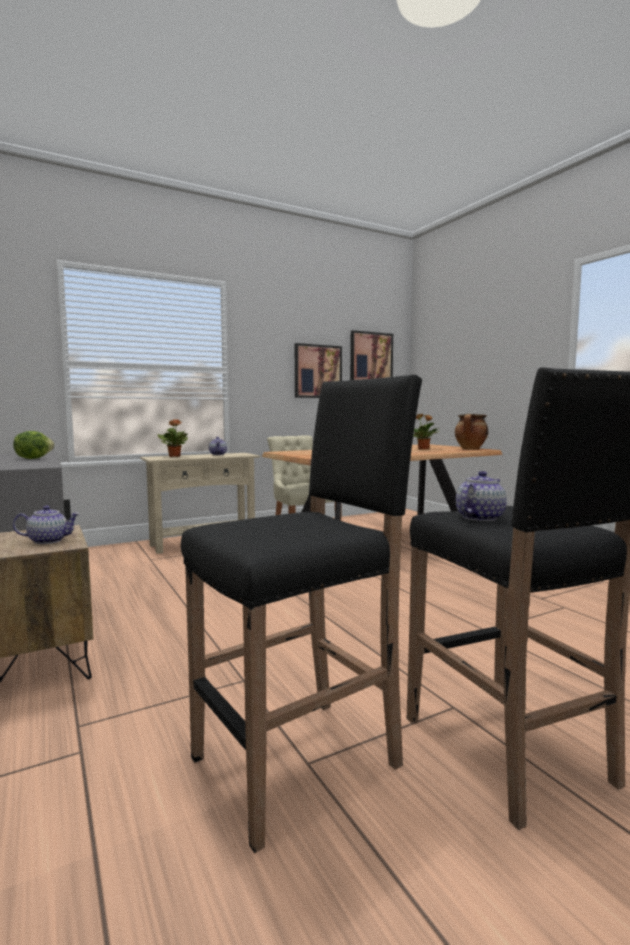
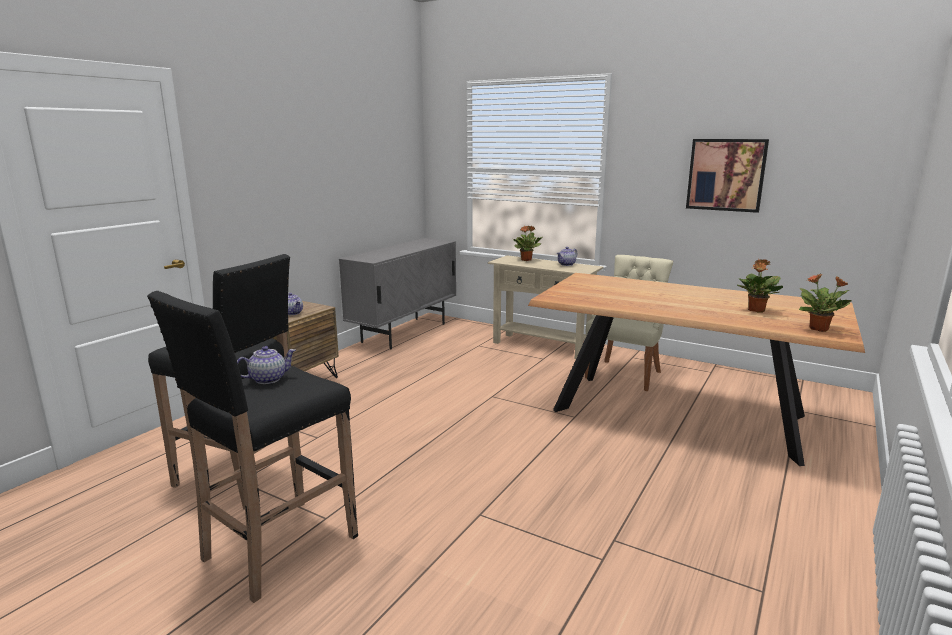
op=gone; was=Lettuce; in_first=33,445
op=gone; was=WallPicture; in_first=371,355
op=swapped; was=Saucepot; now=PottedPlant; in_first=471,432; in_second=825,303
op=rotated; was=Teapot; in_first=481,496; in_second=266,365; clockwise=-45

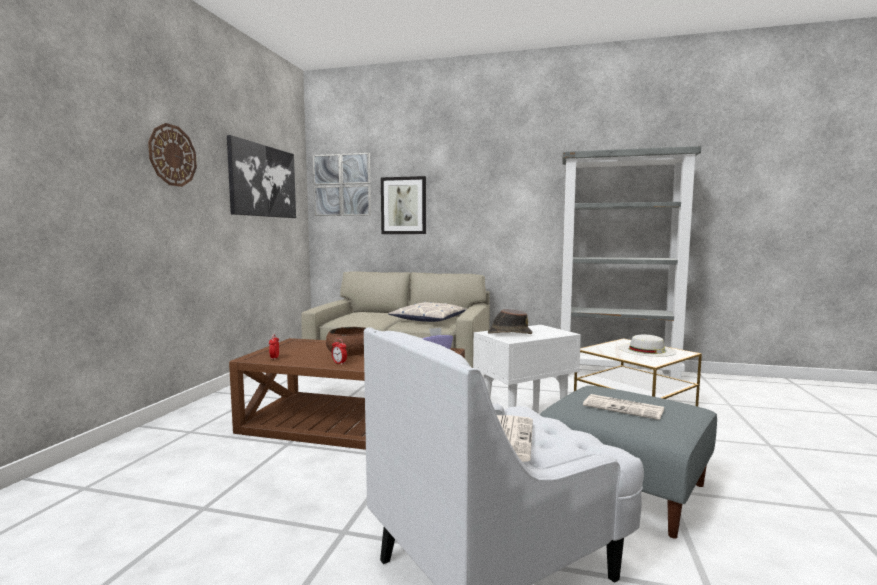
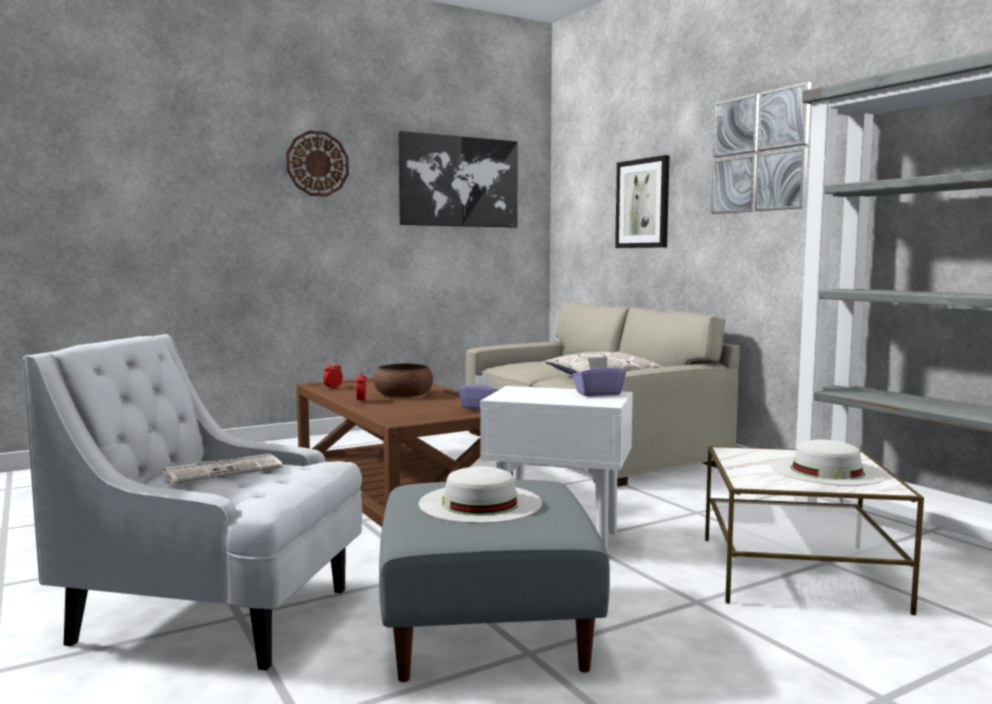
op=shifted; was=WallPicture; in_first=342,184; in_second=761,148
op=gone; was=BrownClothingHat; in_first=510,321
op=swapped; was=Newspaper; now=WhiteColouredClothingHat; in_first=623,407; in_second=480,494
op=new; now=PurpleColouredTissueBox; in_second=599,376

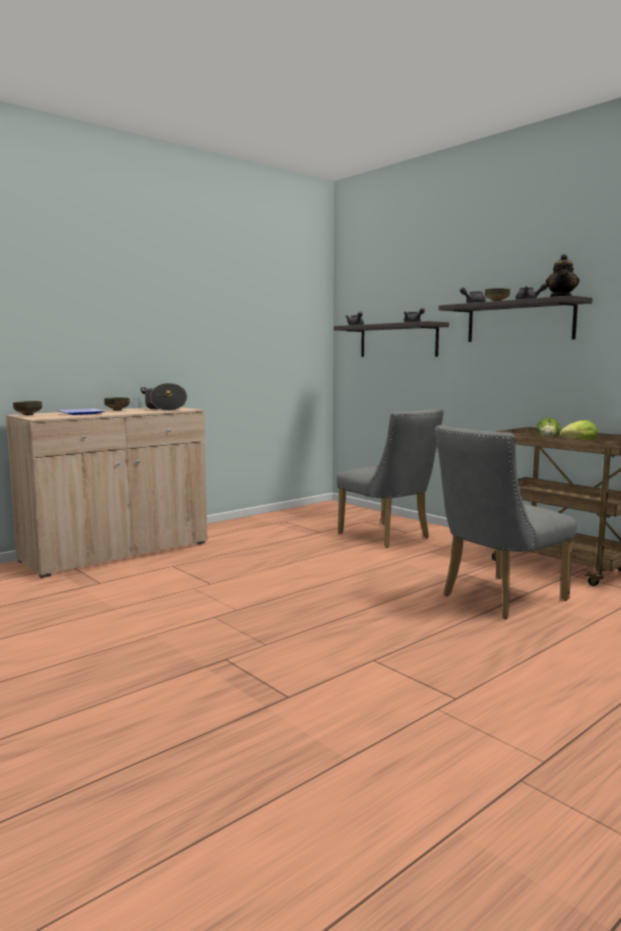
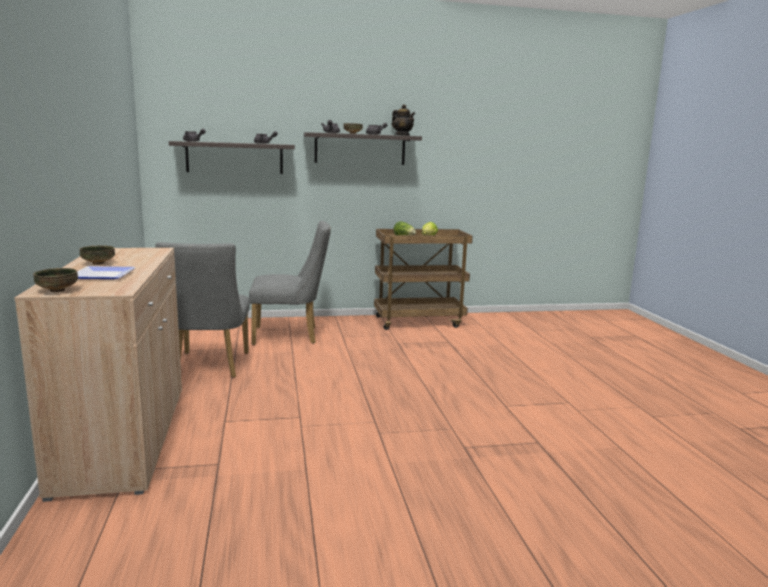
op=gone; was=Saucepot; in_first=164,397
op=shifted; was=GrayPlainChair; in_first=506,522; in_second=202,310

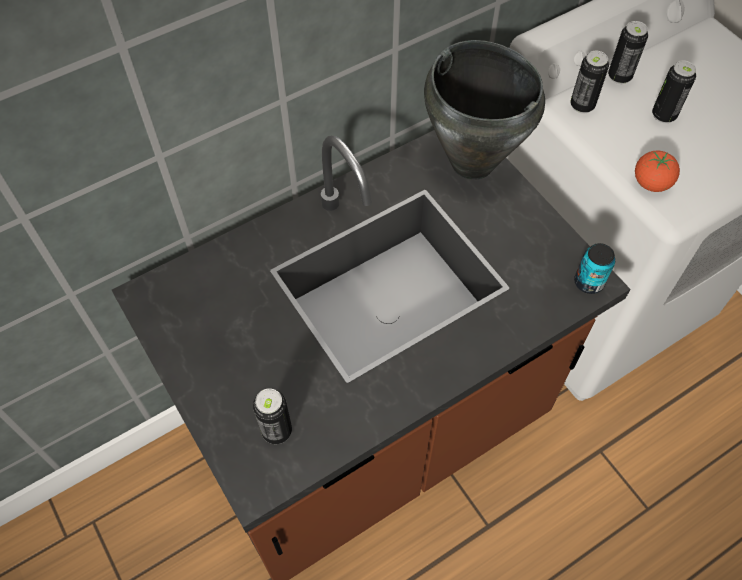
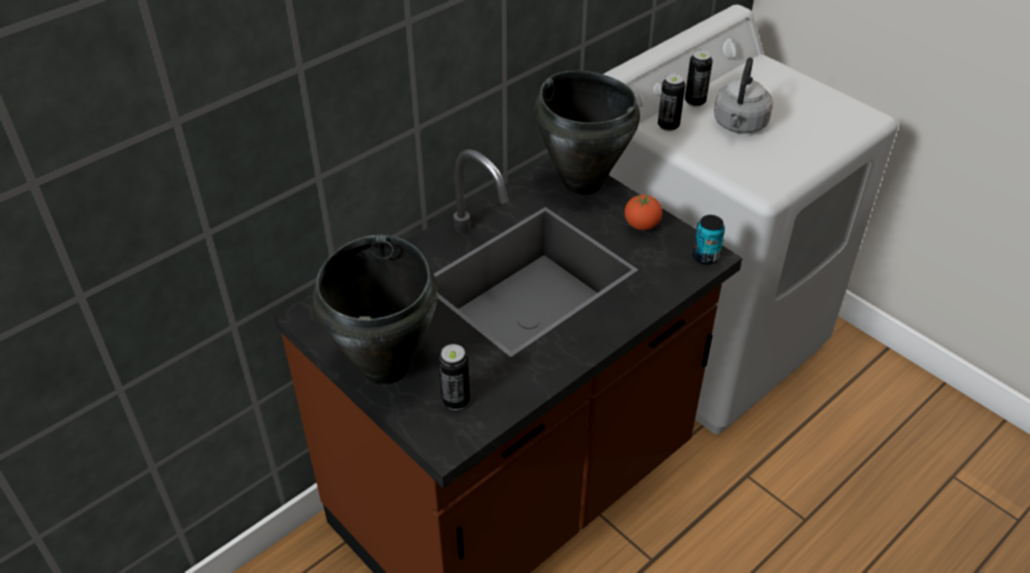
op=shifted; was=Tomato; in_first=657,171; in_second=643,212
op=swapped; was=SealedCan; now=GrayWaterKettle; in_first=674,91; in_second=743,95
op=new; now=BlackColouredSaucepot; in_second=375,310

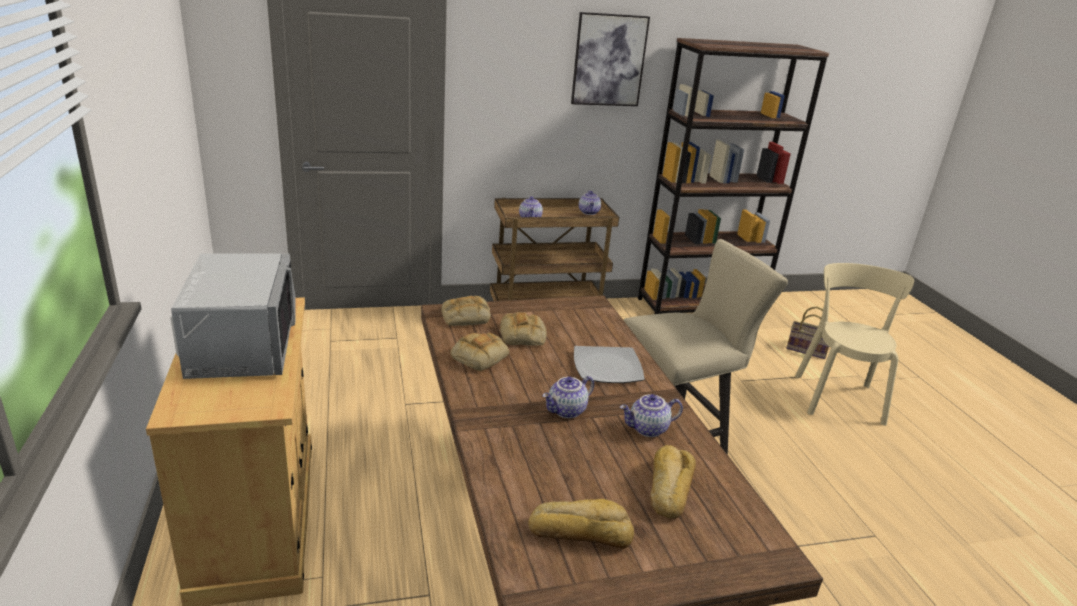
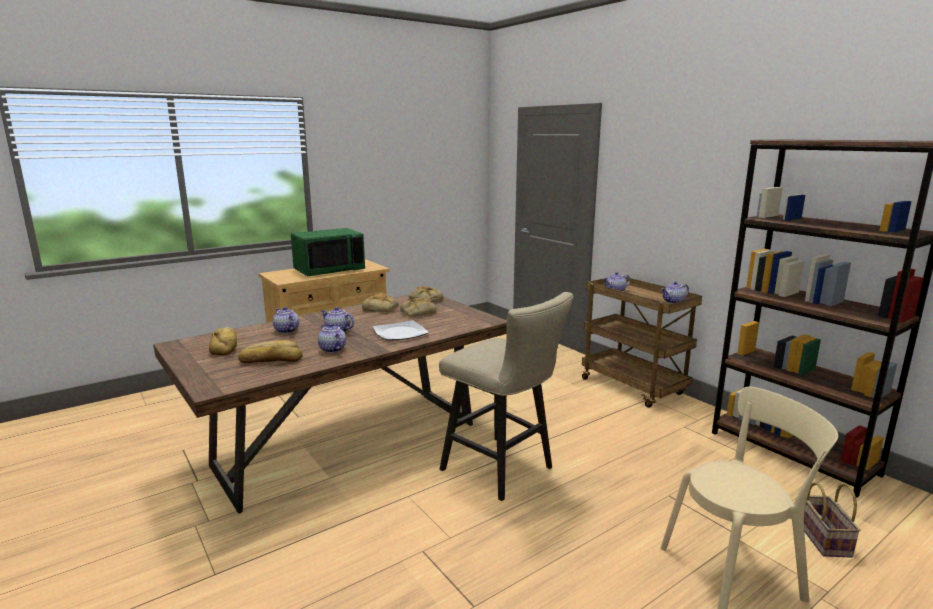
op=repainted; was=GrayKitchenMicrowave; now=GreenColouredKitchenMicrowave; in_first=232,316; in_second=328,252
op=gone; was=WallPicture; in_first=610,59
op=new; now=Teapot; in_second=286,320

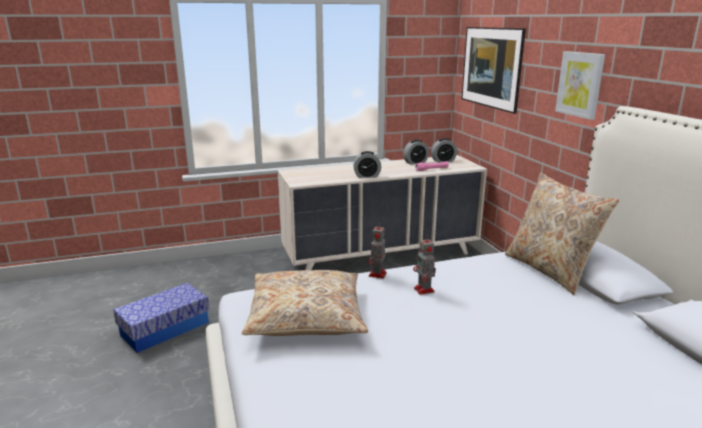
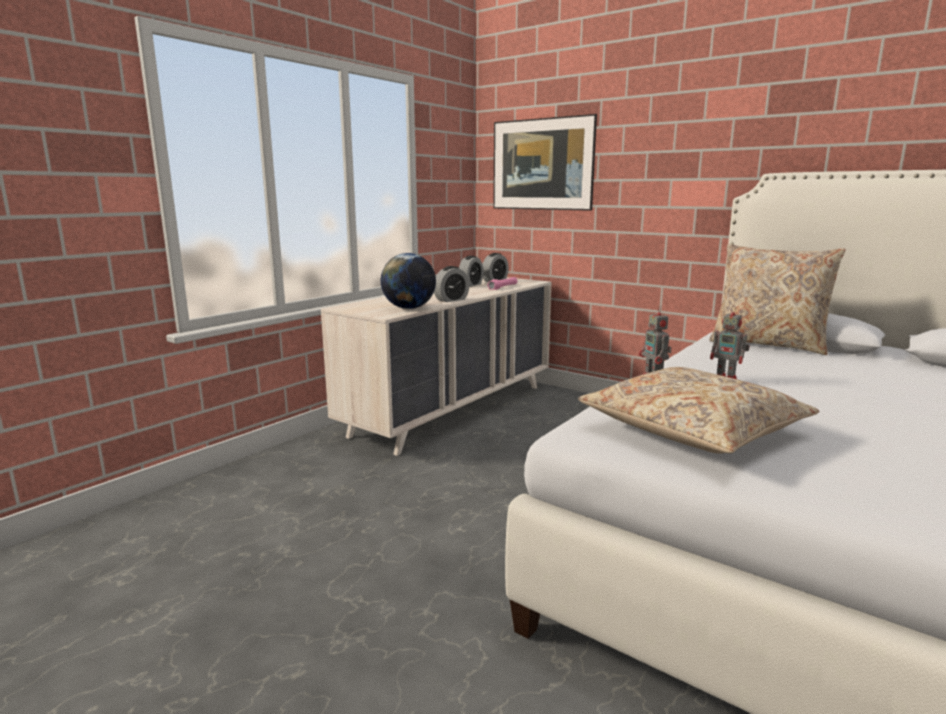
op=gone; was=StorageBox; in_first=161,318
op=gone; was=WallPicture; in_first=580,85
op=new; now=DeskGlobe; in_second=408,281

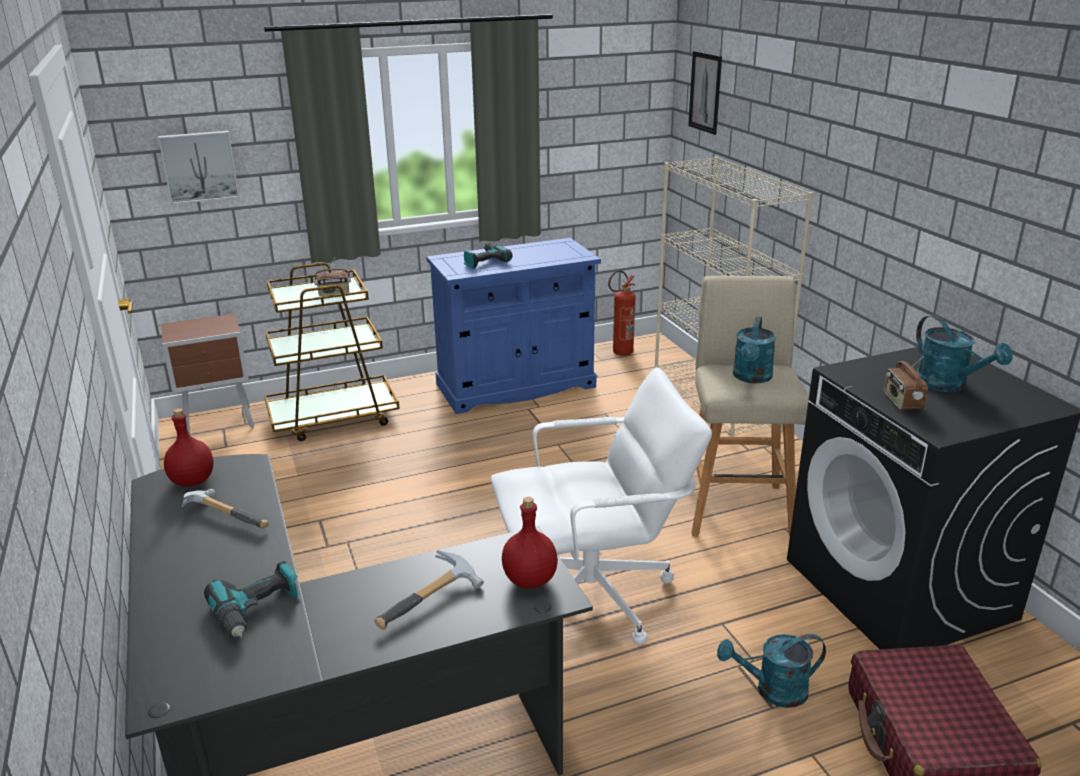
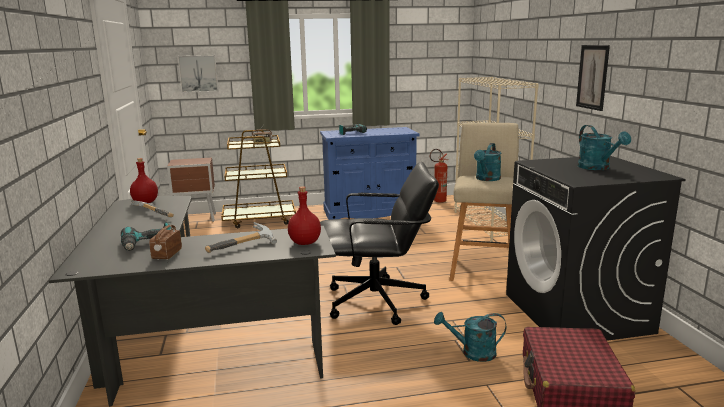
op=repainted; was=WhiteColouredDeskChair; now=BlackColouredDeskChair; in_first=601,506; in_second=379,243
op=shifted; was=WallPicture; in_first=705,93; in_second=593,78
op=shifted; was=Radio; in_first=906,383; in_second=165,239

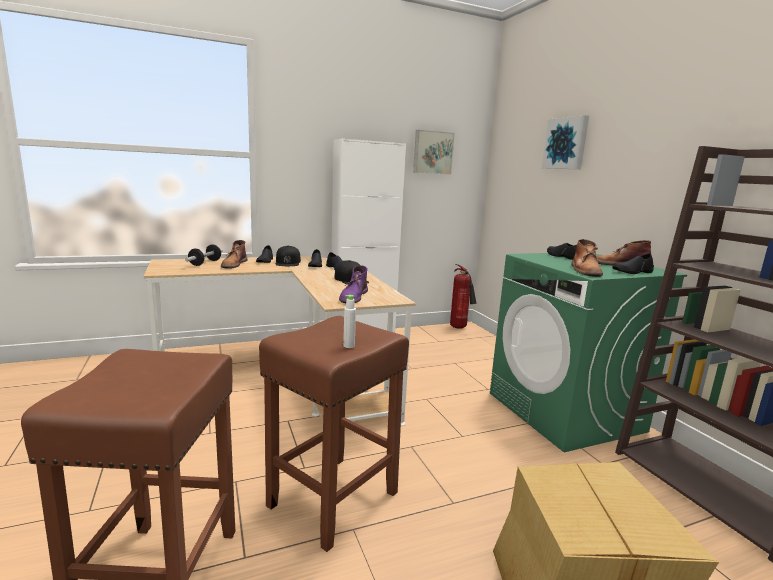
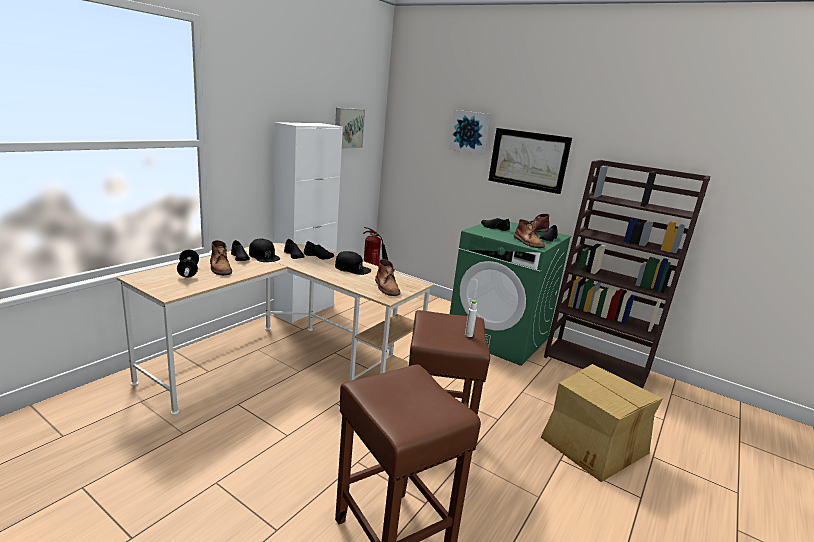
op=repainted; was=PurpleColouredBoot; now=BrownBoot; in_first=353,284; in_second=388,277
op=new; now=WallPicture; in_second=530,161

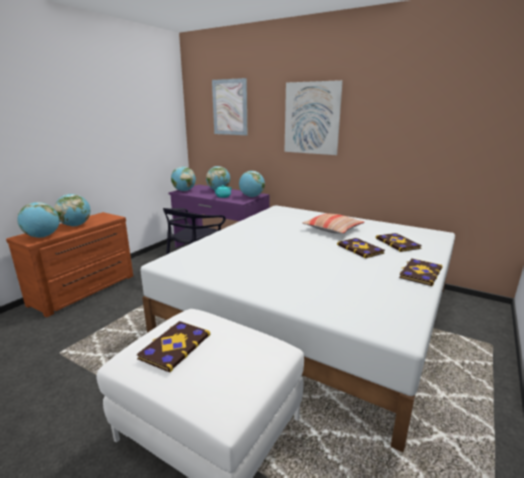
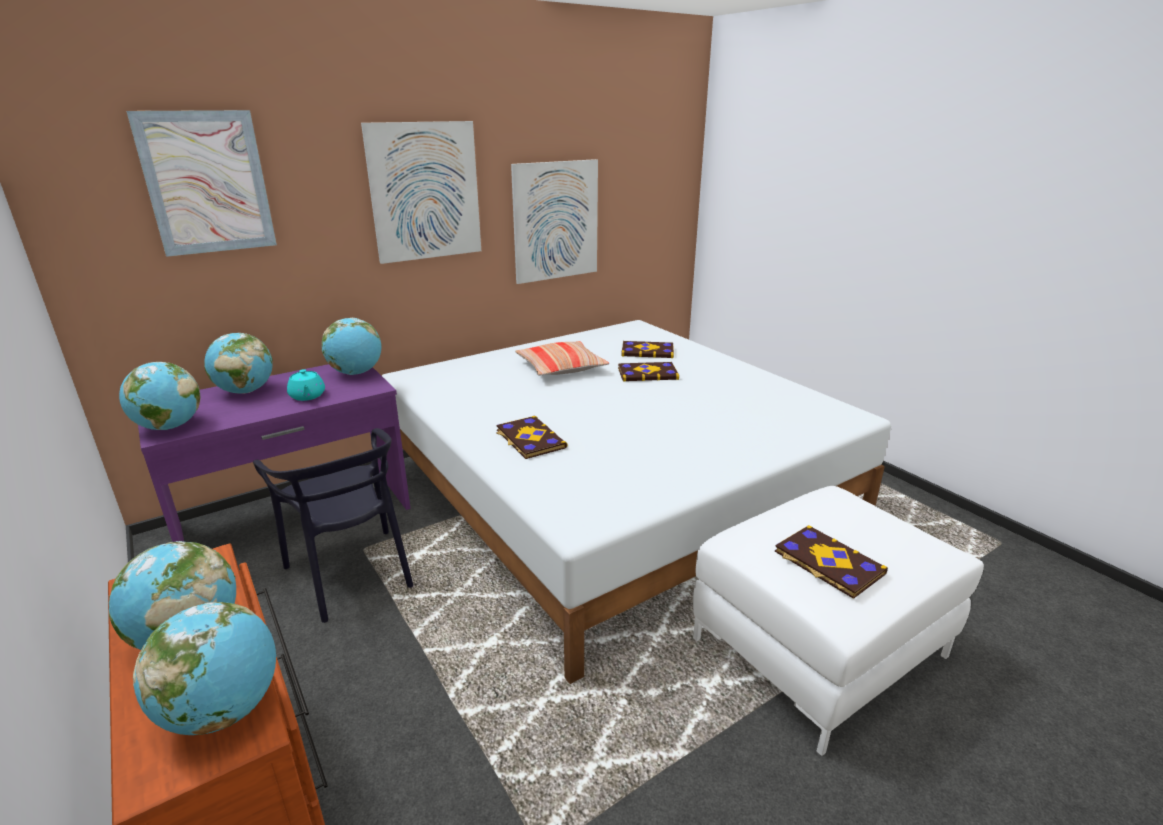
op=shifted; was=BoundBook; in_first=421,272; in_second=531,437
op=new; now=WallPicture; in_second=554,221

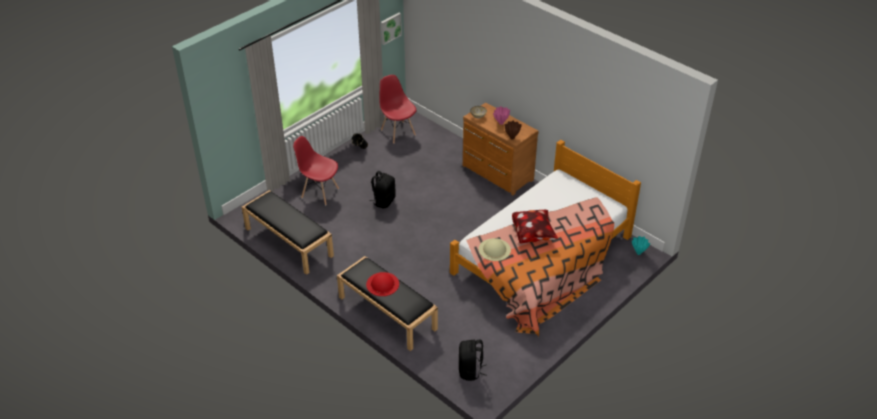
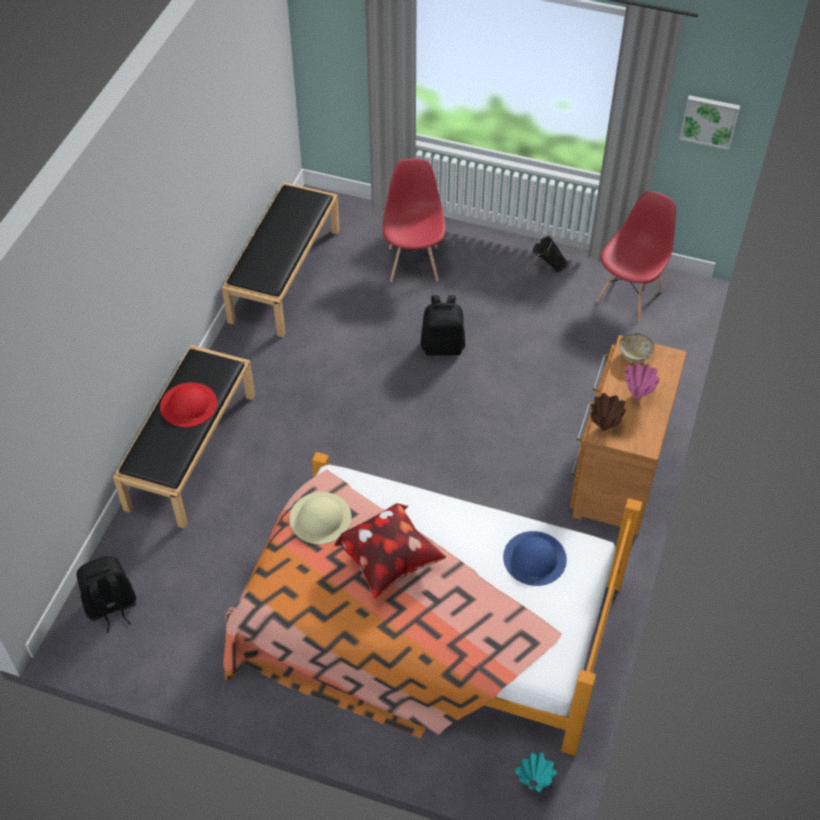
op=new; now=BlueColouredClothingHat; in_second=535,558

